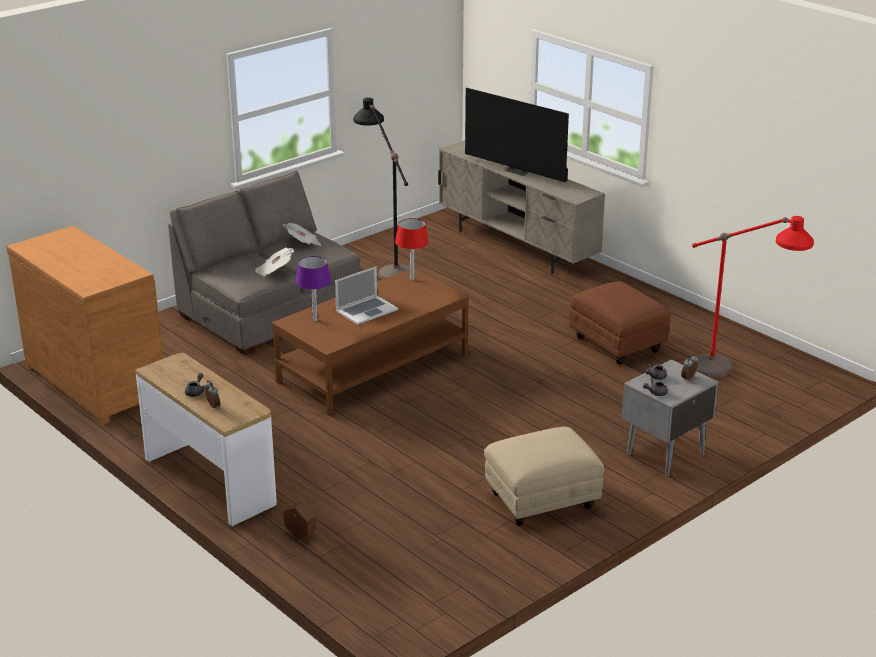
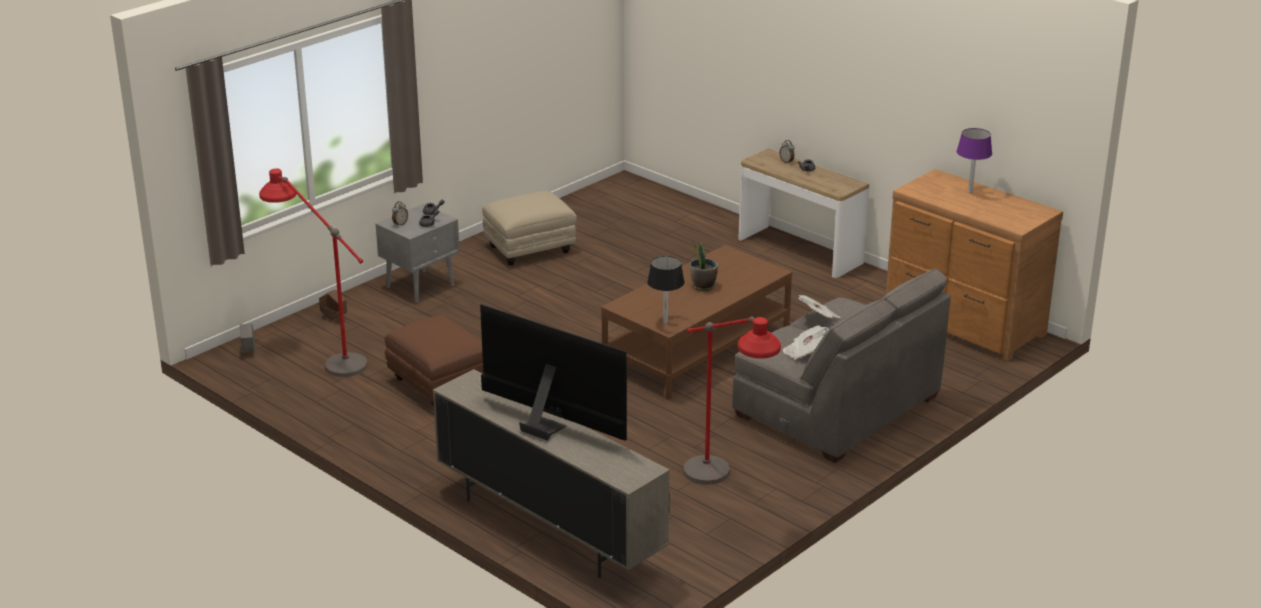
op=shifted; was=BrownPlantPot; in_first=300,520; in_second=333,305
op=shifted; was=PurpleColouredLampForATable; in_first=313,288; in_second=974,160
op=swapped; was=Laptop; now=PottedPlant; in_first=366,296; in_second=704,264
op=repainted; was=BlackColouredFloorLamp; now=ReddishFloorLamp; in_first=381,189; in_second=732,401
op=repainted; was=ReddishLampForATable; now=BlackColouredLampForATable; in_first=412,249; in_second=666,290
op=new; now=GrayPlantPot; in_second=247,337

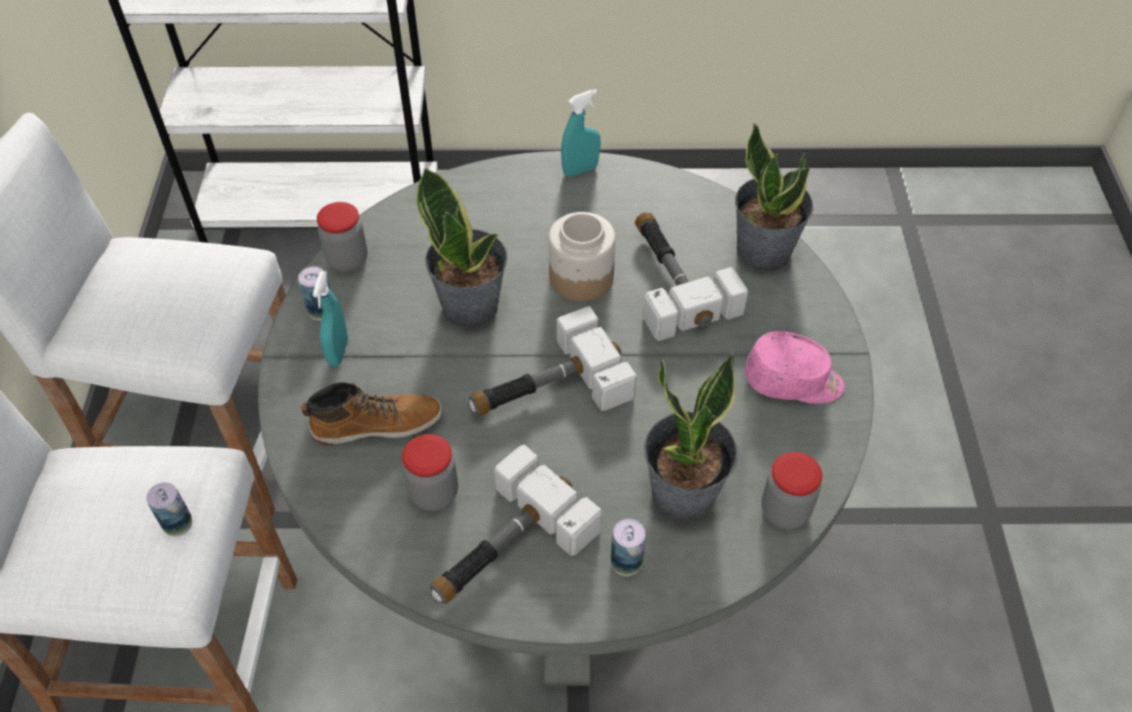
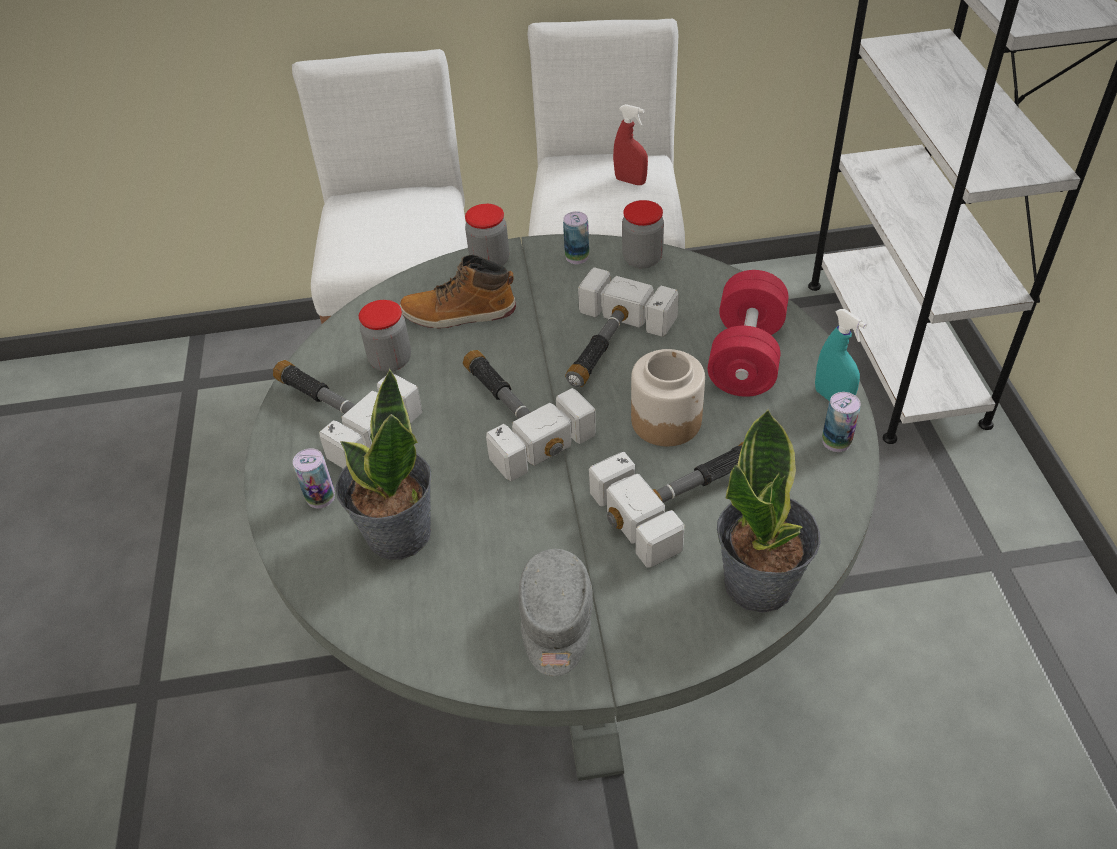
op=shifted; was=SealedCan; in_first=169,509; in_second=841,422
op=rotated; was=Boot; in_first=372,413; in_second=457,292; clockwise=105
op=gone; was=BlueGreenSprayBottle; in_first=330,319
op=swapped; was=PottedPlant; now=Hammer; in_first=462,247; in_second=622,327
op=repainted; was=PinkishCap; now=GrayCap; in_first=795,367; in_second=555,612
op=shifted; was=Jar; in_first=791,490; in_second=487,235
op=new; now=ReddishSprayBottle; in_second=630,144
op=new; now=ReddishHandWeight; in_second=748,333

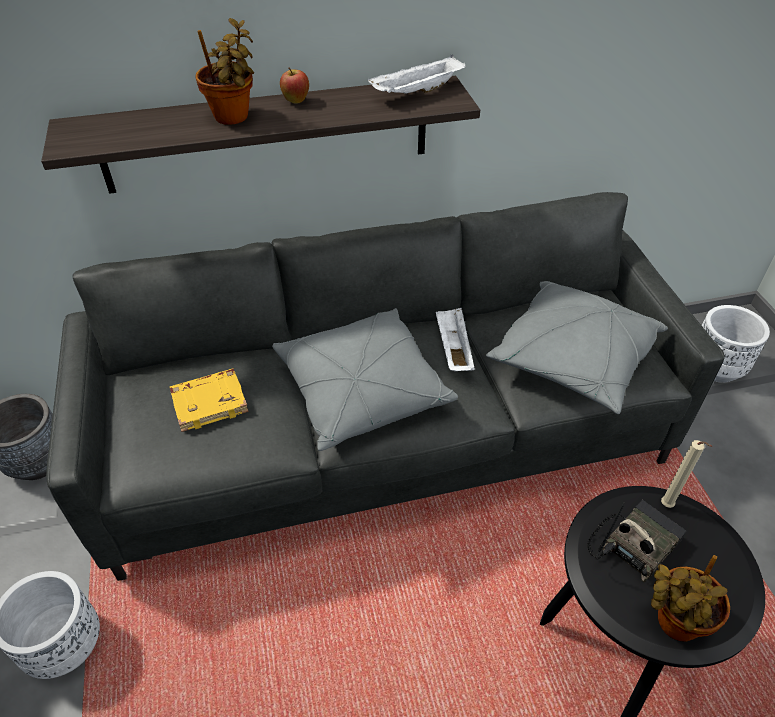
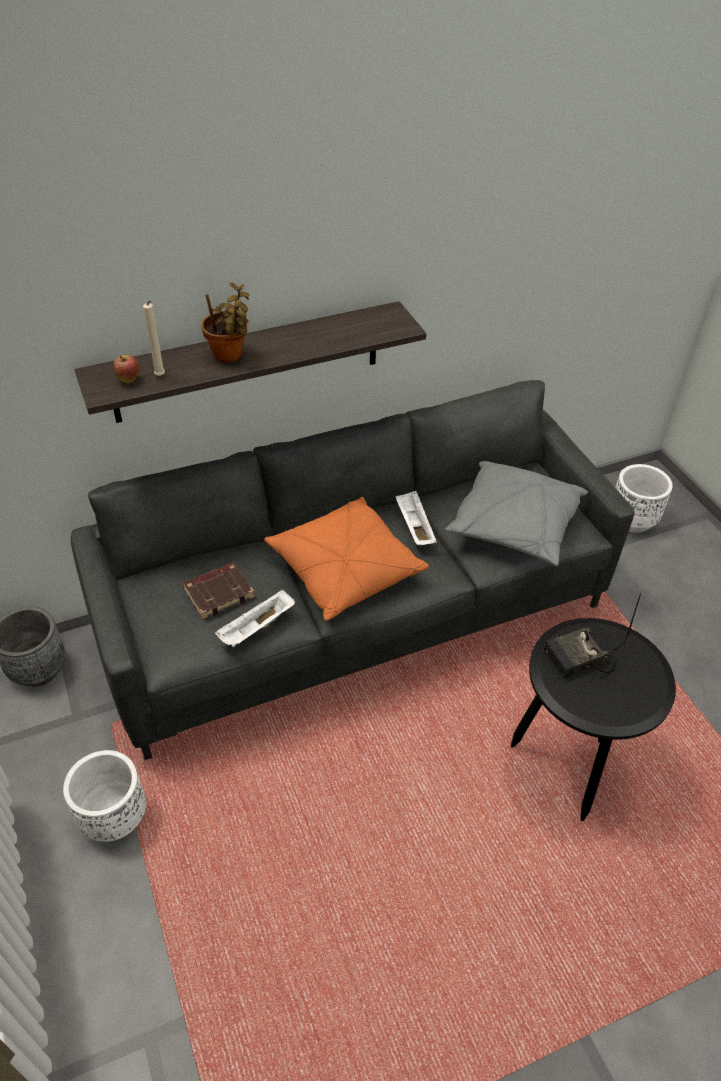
op=repainted; was=YellowBoundBook; now=BrownBoundBook; in_first=209,400; in_second=219,591
op=repainted; was=GrayPillow; now=OrangeColouredPillow; in_first=365,379; in_second=346,559
op=shifted; was=WholeApple; in_first=294,85; in_second=126,369
op=shifted; was=WhiteColouredCarryingTray; in_first=416,74; in_second=255,618
op=rotated; was=Radio; in_first=637,541; in_second=592,635; clockwise=-150
op=gone; was=PottedPlant; in_first=690,598
op=shifted; was=BeigeColouredWaxCandle; in_first=686,474; in_second=154,338

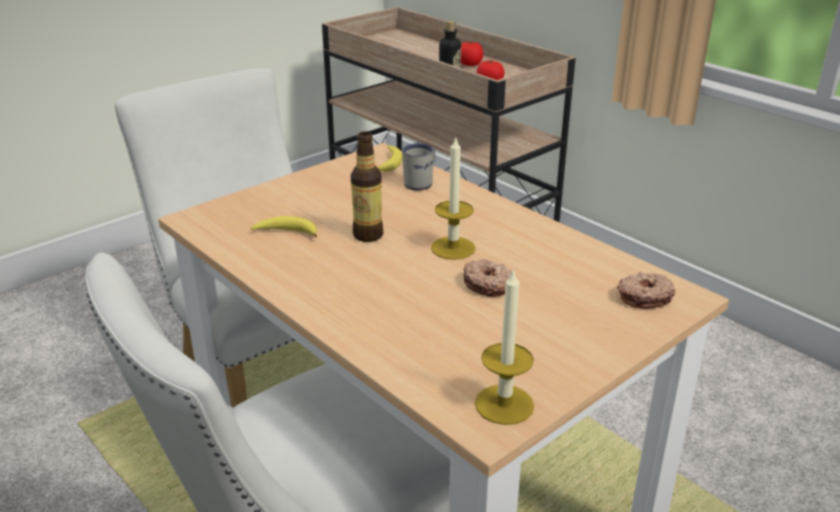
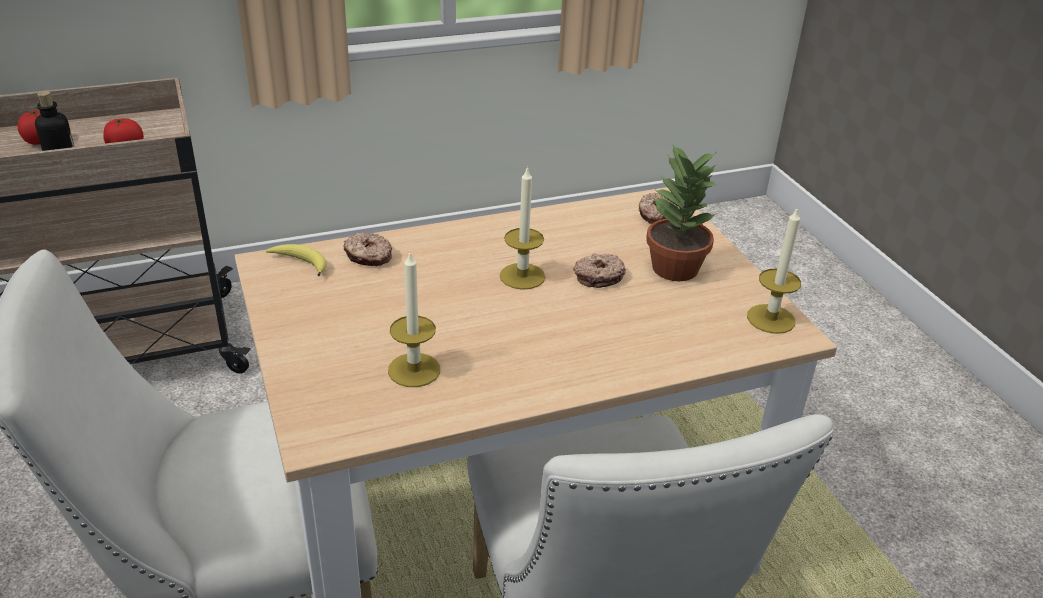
op=swapped; was=Banana; now=WaxCandle; in_first=284,226; in_second=414,320
op=gone; was=DrinkBottle; in_first=367,186
op=swapped; was=WhiteColouredMug; now=Doughnut; in_first=419,166; in_second=367,249
op=new; now=PottedPlant; in_second=682,212

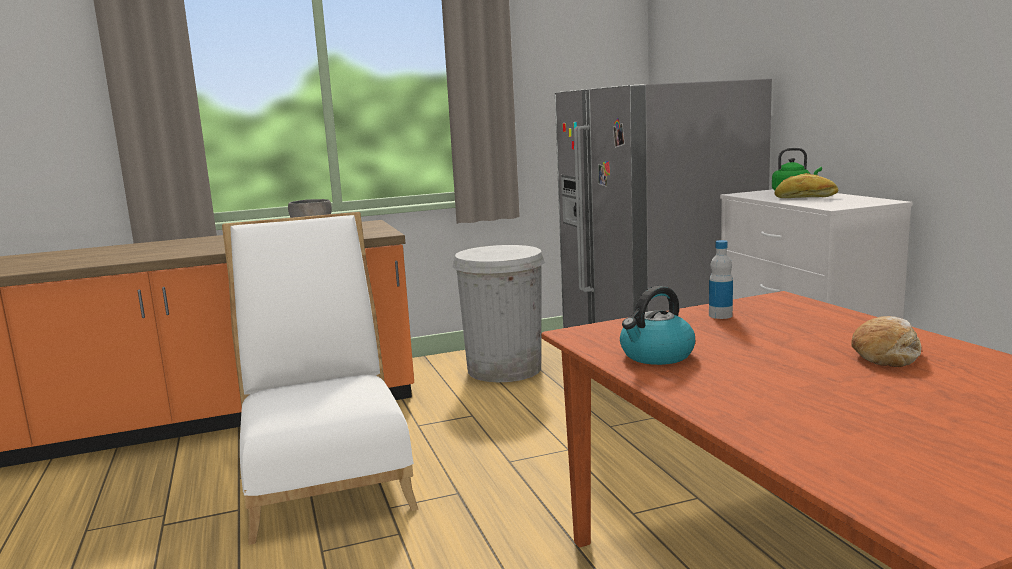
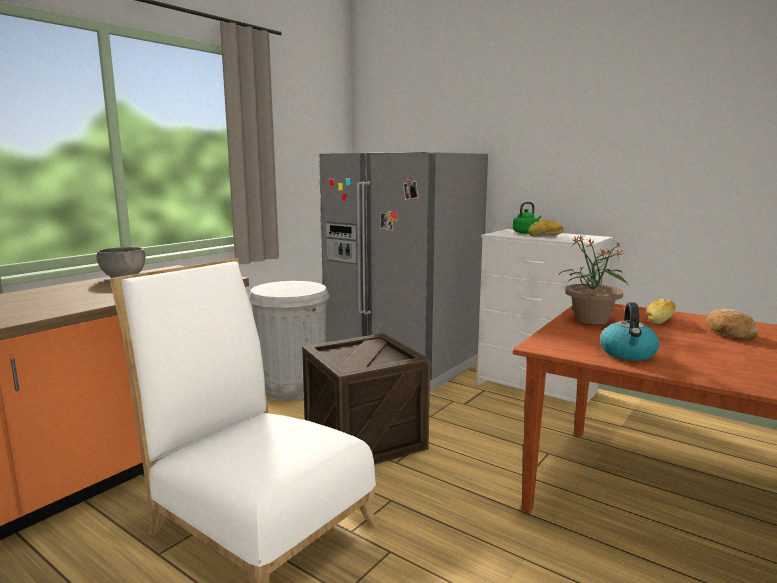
op=swapped; was=DrinkBottle; now=PottedPlant; in_first=721,279; in_second=594,279
op=new; now=PackingCrate; in_second=366,399
op=new; now=Bread; in_second=661,311

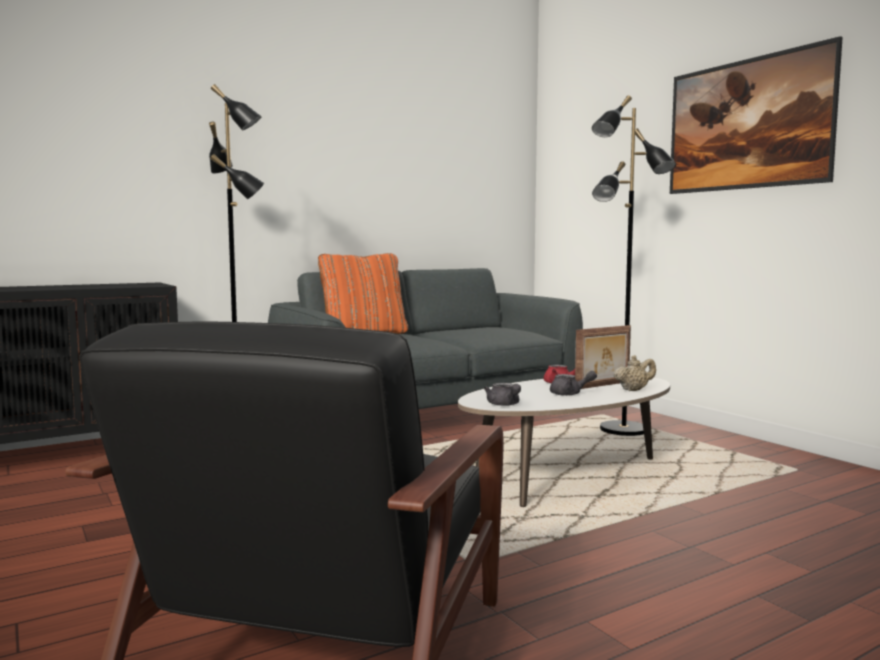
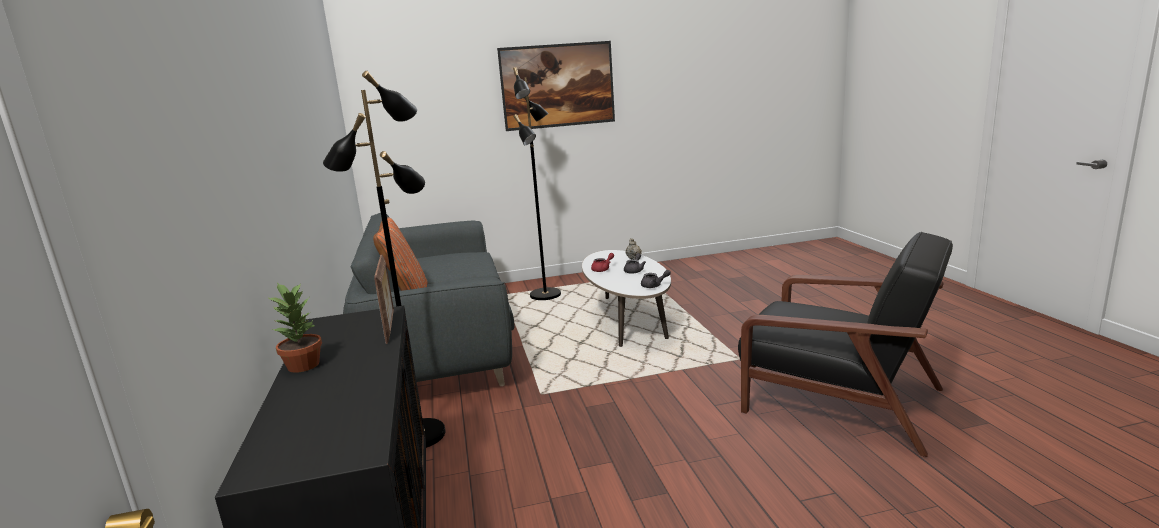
op=shifted; was=StandingFrame; in_first=603,357; in_second=384,299
op=new; now=PottedPlant; in_second=294,328

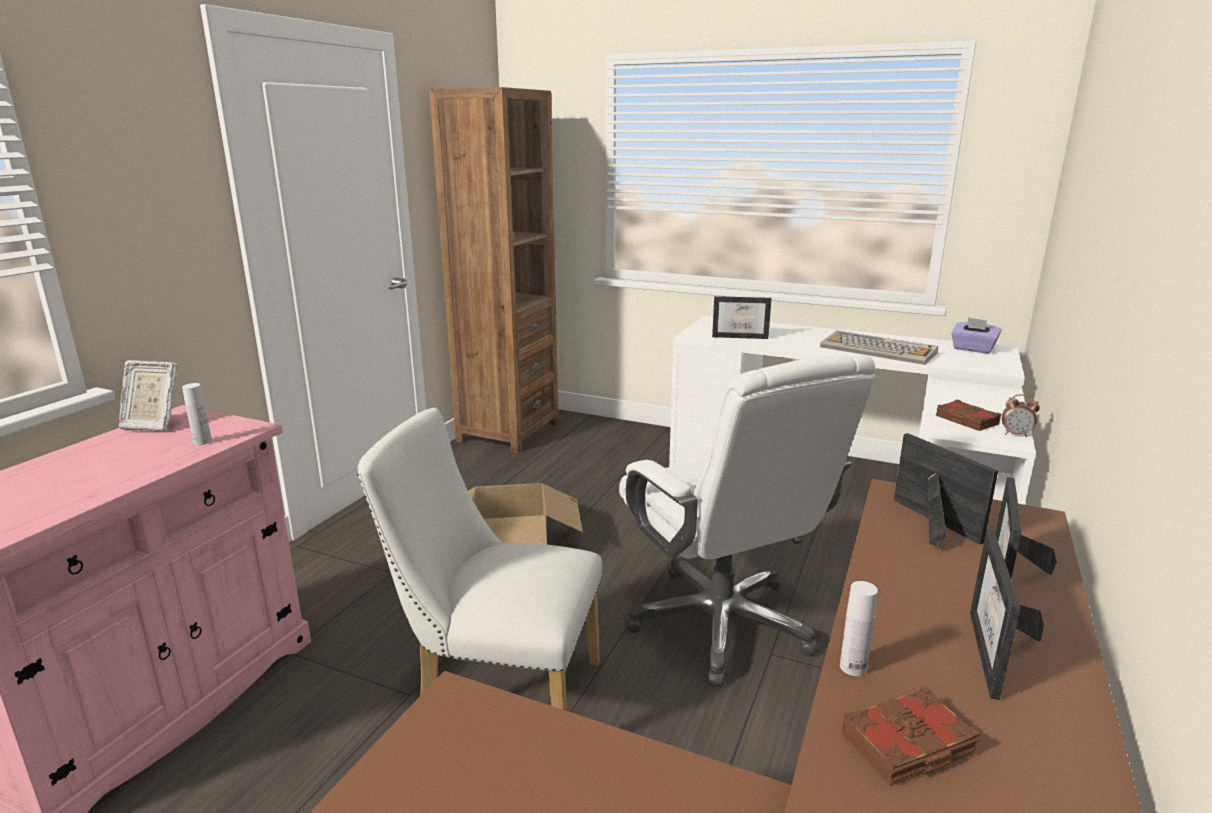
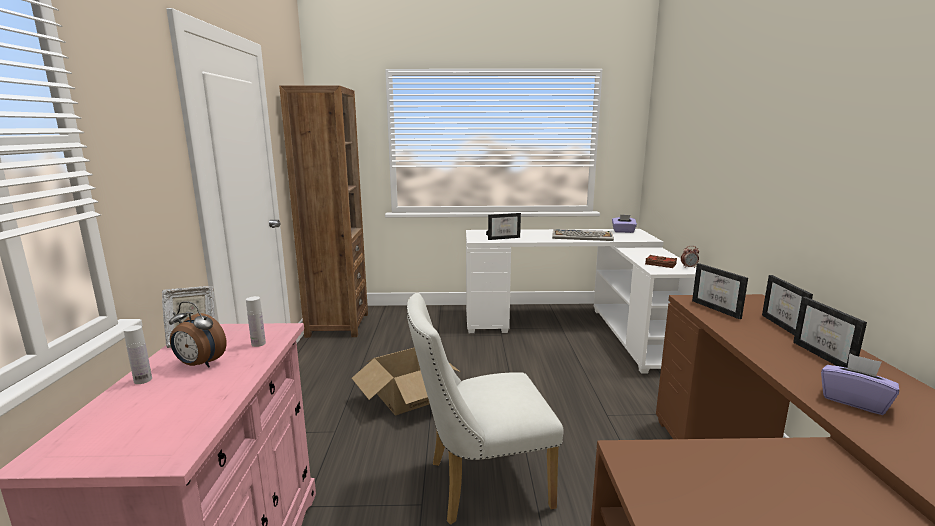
op=gone; was=WhiteColouredDeskChair; in_first=747,521
op=shifted; was=WhiteColouredDrinkBottle; in_first=859,628; in_second=138,354
op=swapped; was=BrownBoundBook; now=PurpleColouredTissueBox; in_first=911,736; in_second=860,384
op=rotated; was=StandingFrame; in_first=946,490; in_second=720,291; clockwise=-150
op=new; now=TableClock; in_second=198,334

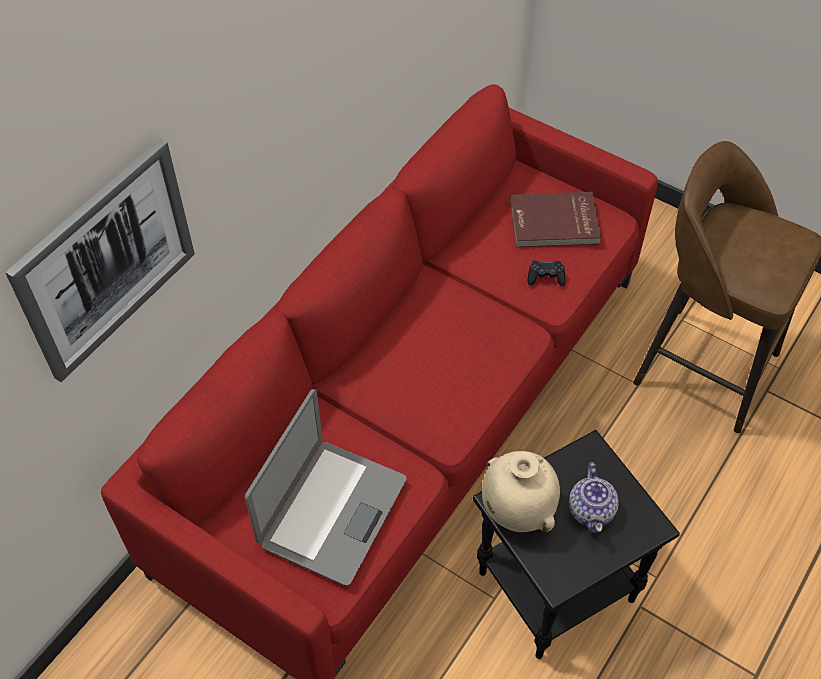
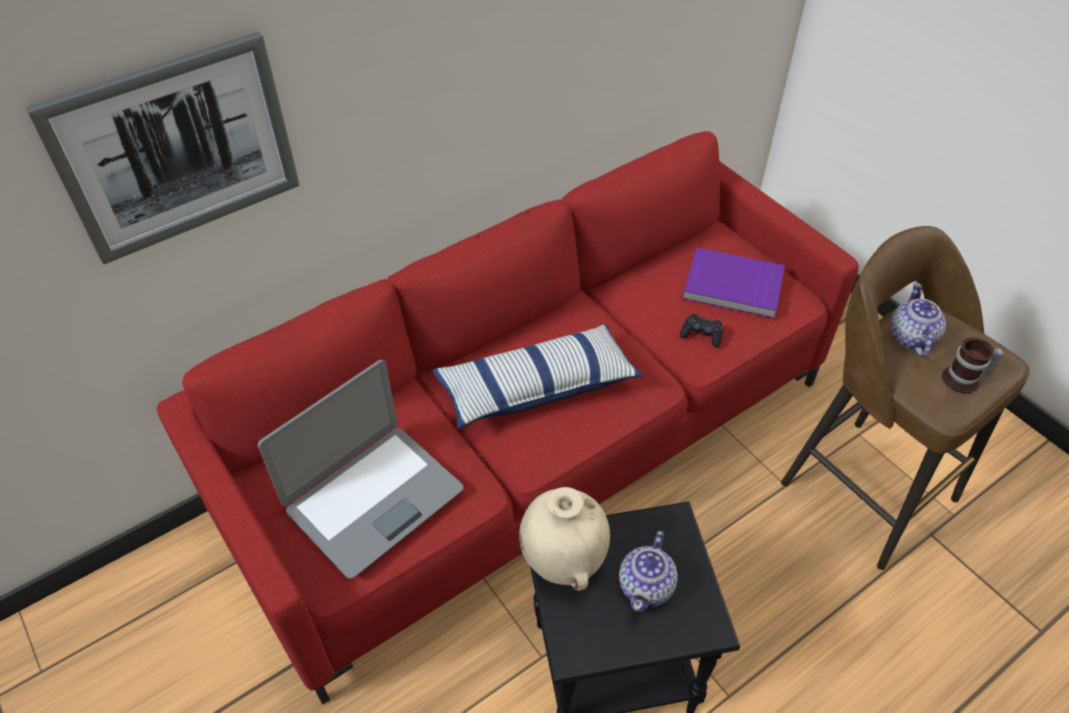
op=repainted; was=ReddishBoundBook; now=PurpleColouredBoundBook; in_first=556,219; in_second=734,283
op=new; now=Pillow; in_second=538,376
op=new; now=Teapot; in_second=918,320
op=new; now=Mug; in_second=973,365

